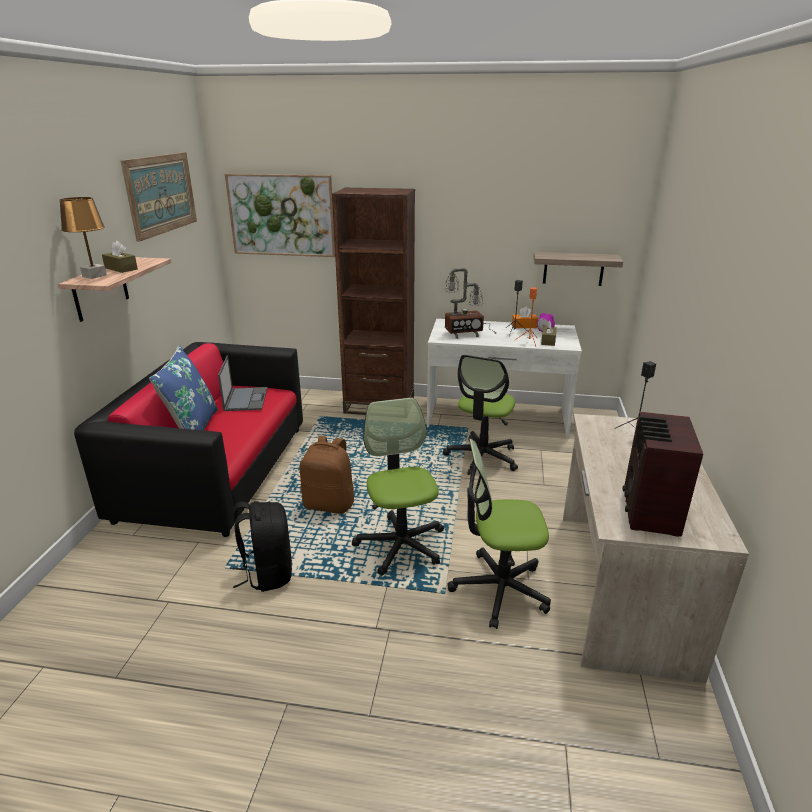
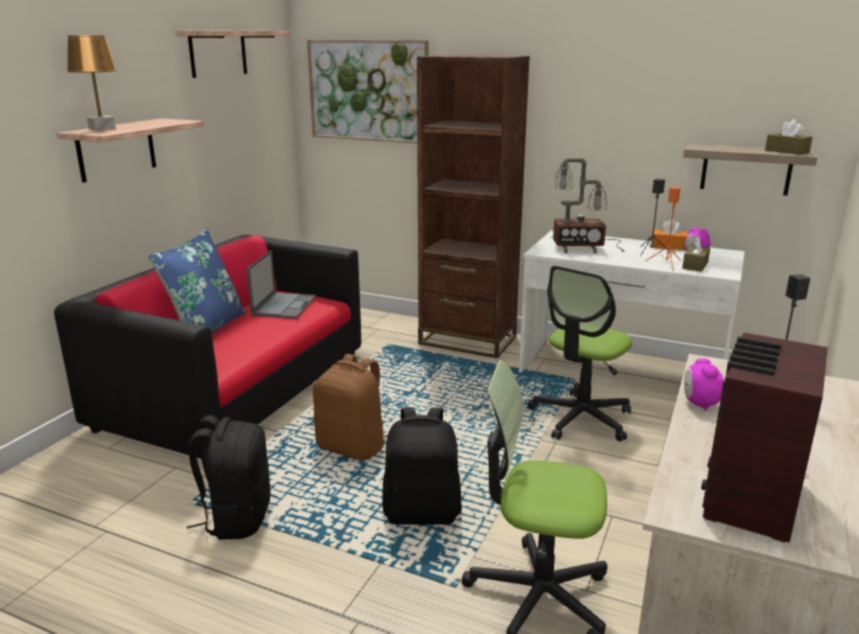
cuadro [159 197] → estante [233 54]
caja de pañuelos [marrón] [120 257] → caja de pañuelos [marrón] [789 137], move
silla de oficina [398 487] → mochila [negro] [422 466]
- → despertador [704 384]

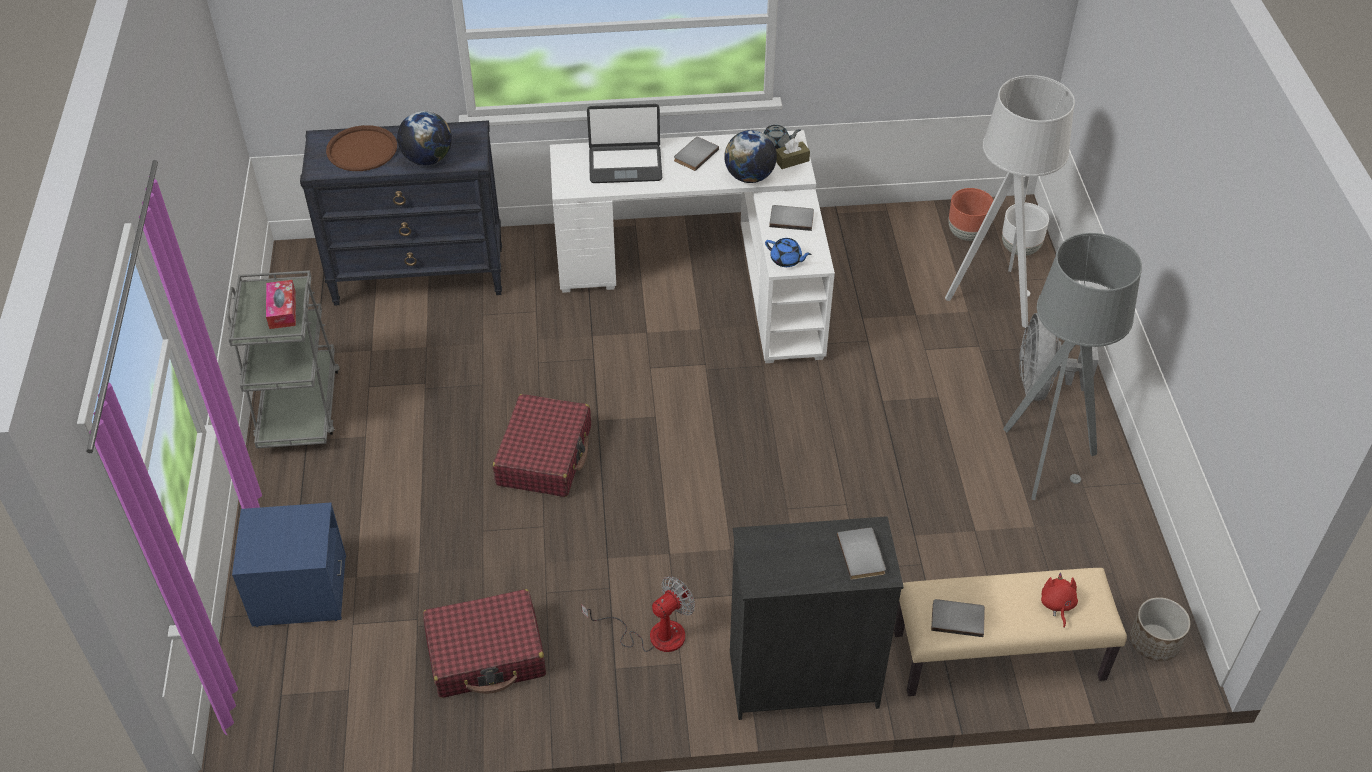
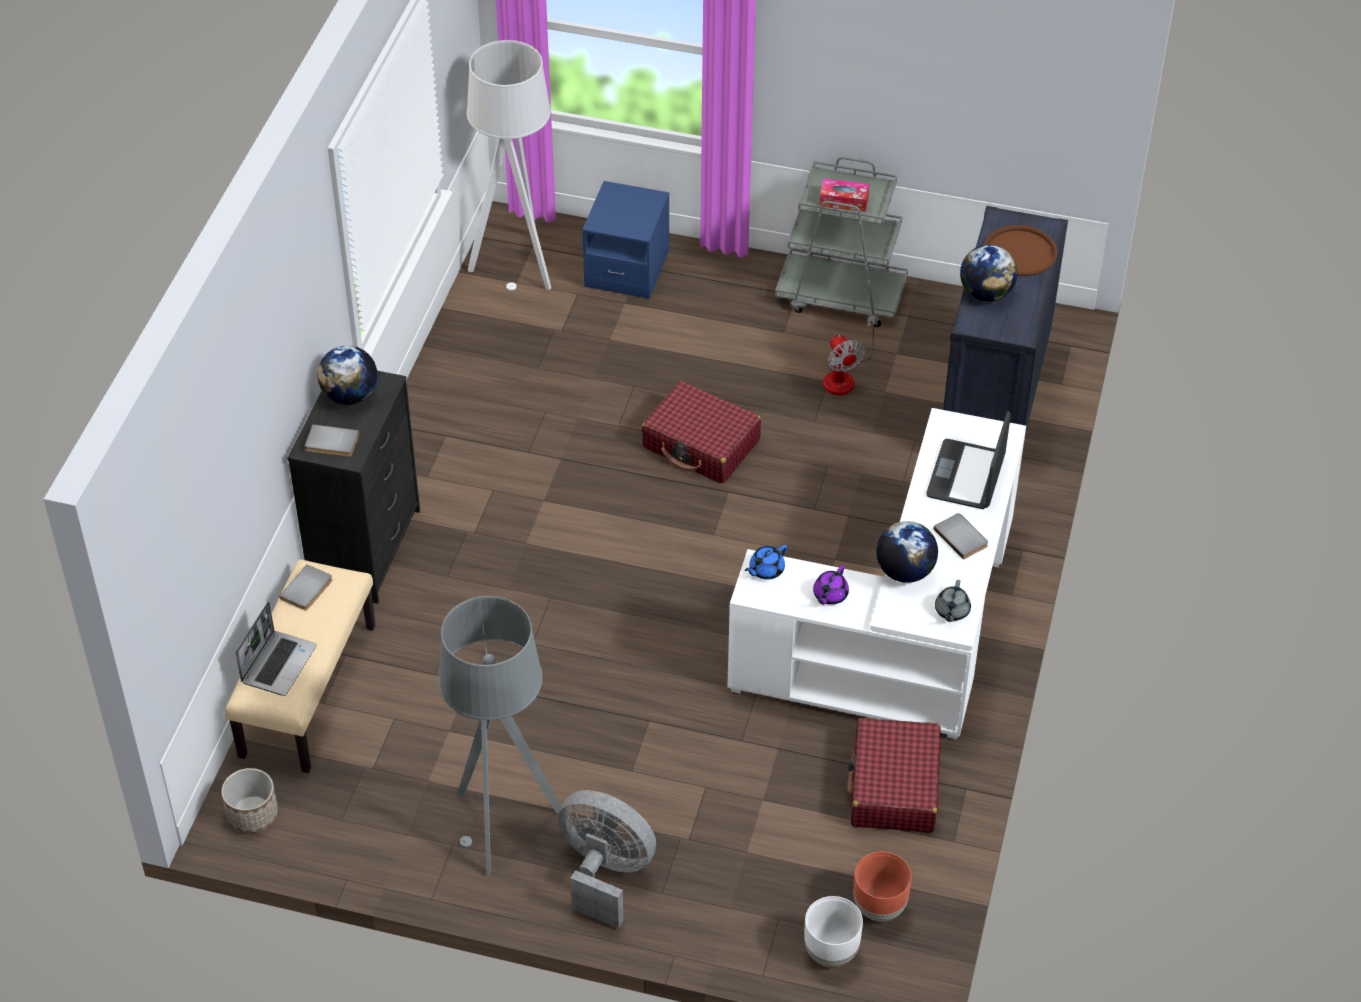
lámpara de pie [gris] [1010 201] → lámpara de pie [gris] [508 165], move
caja de pañuelos [marrón] [793 153] → -
libro [gris] [791 218] → tetera [morado] [831 585]
peluche [rojo] [1059 600] → portátil [276 648]
ventilador [638 614] → ventilador [849 355], move
maleta [rojo] [484 643] → maleta [rojo] [894 775], move
- → globo terráqueo [347 375]

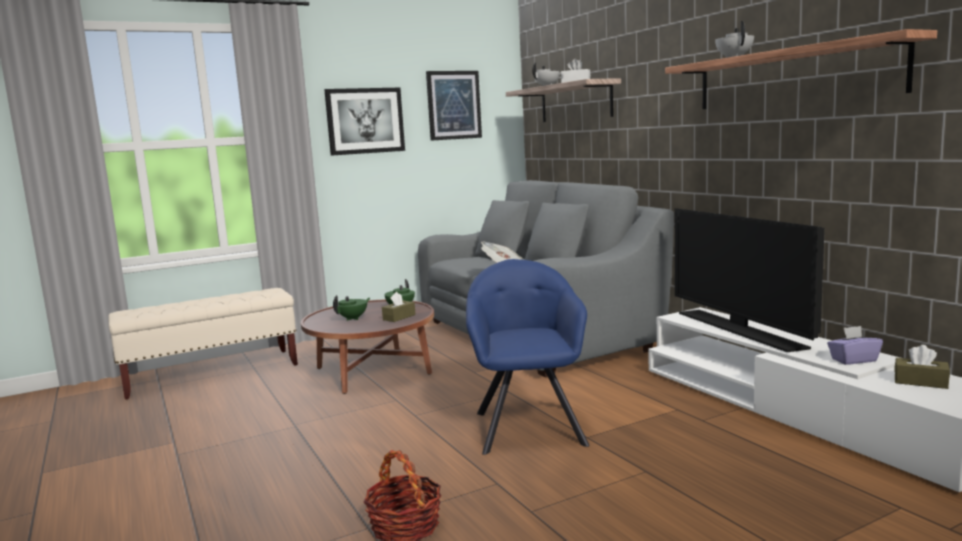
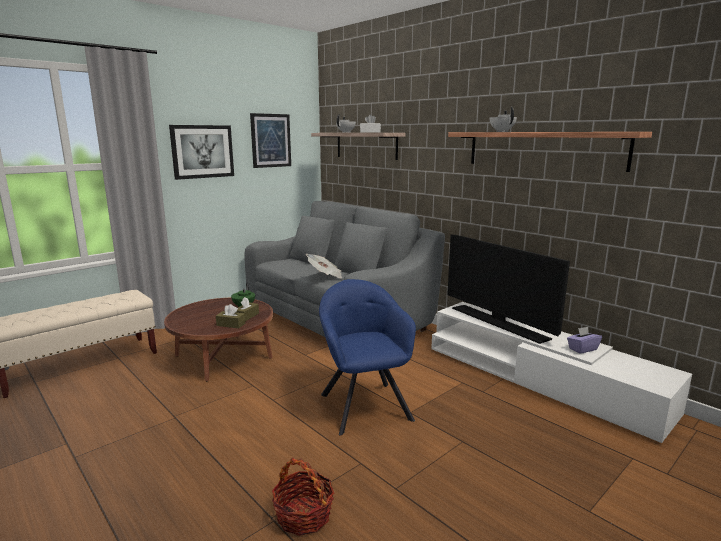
tetera [verde] [351 307] → -
caja de pañuelos [marrón] [922 367] → caja de pañuelos [marrón] [230 316], move

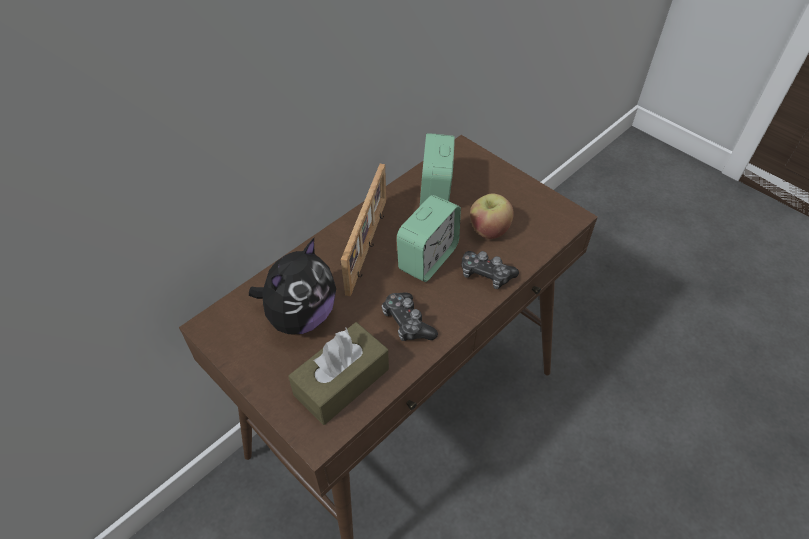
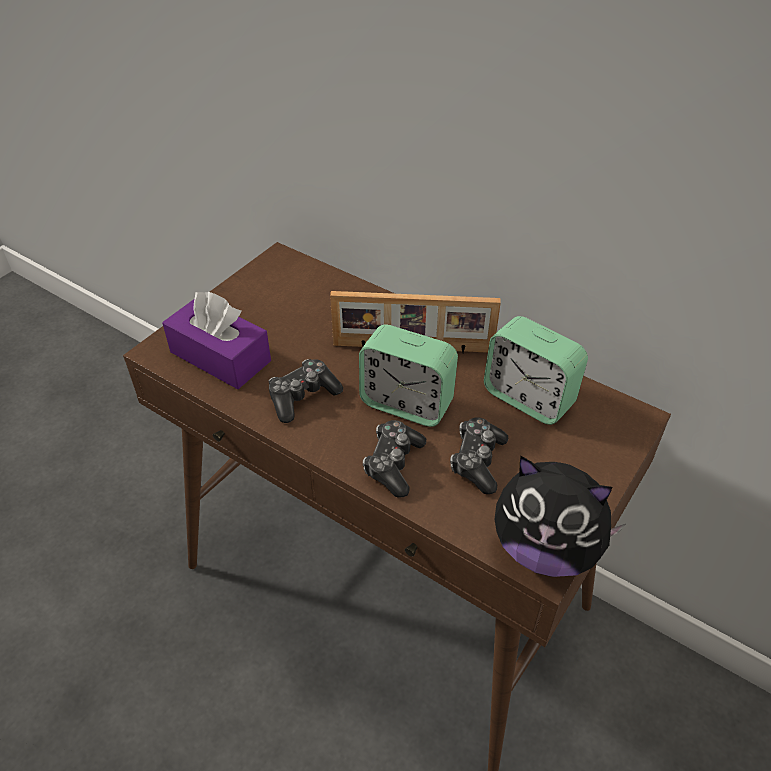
despertador [437 169] → despertador [536 370], 135 degrees counterclockwise
manzana [492 216] → mando de consola [479 455]
peluche [292 286] → peluche [559 516], move
caja de pañuelos [marrón] [338 373] → caja de pañuelos [morado] [216 340]

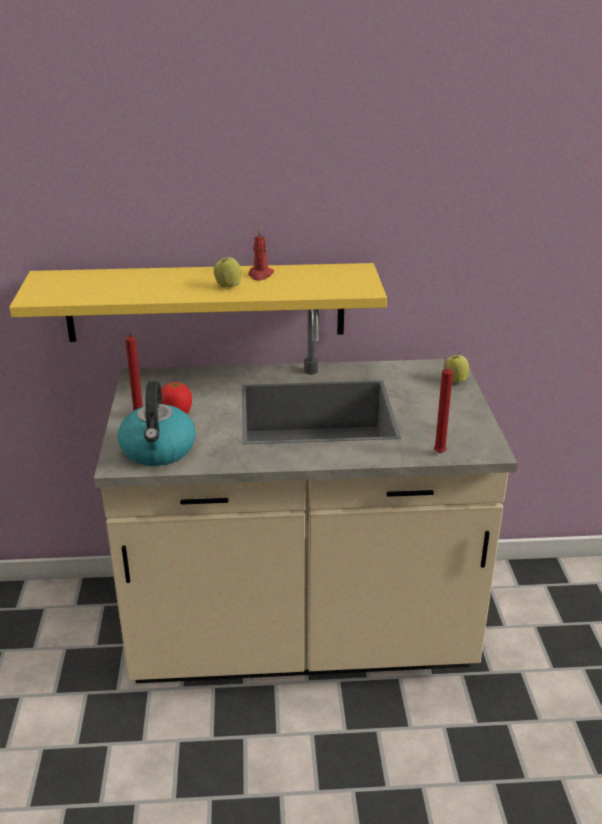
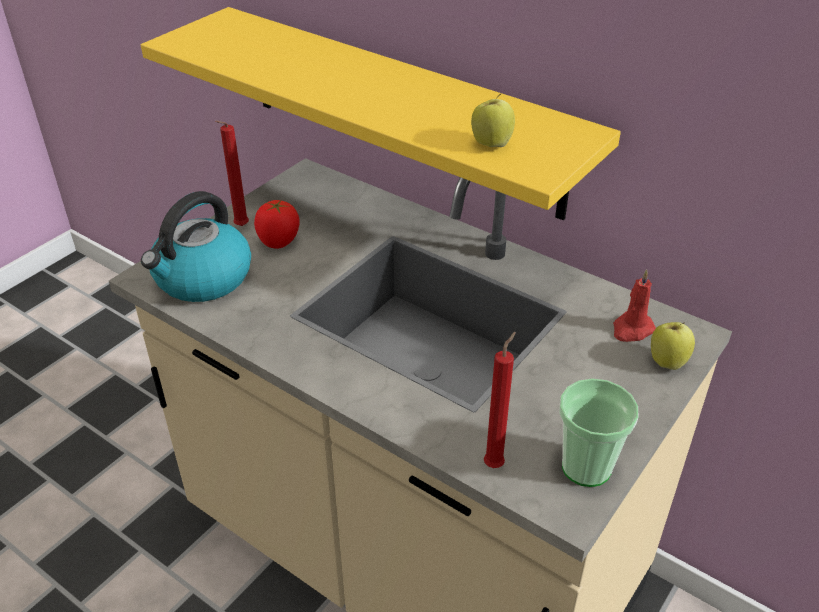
vela [rojo] [261 253] → vela [rojo] [634 305], move
manzana [227 270] → manzana [493 120], move
- → taza [599 432]

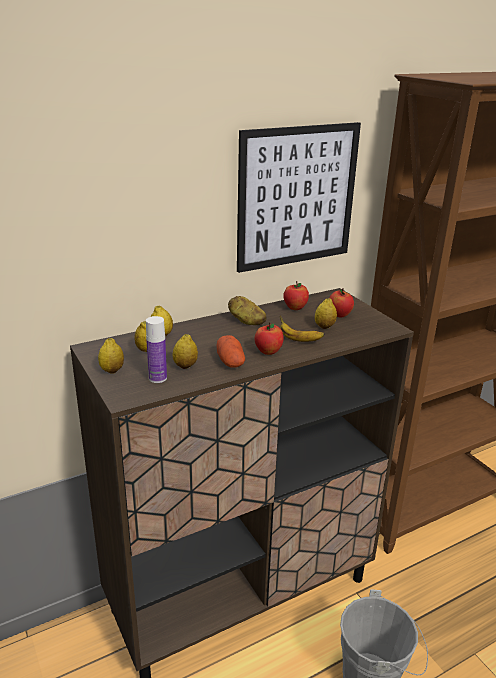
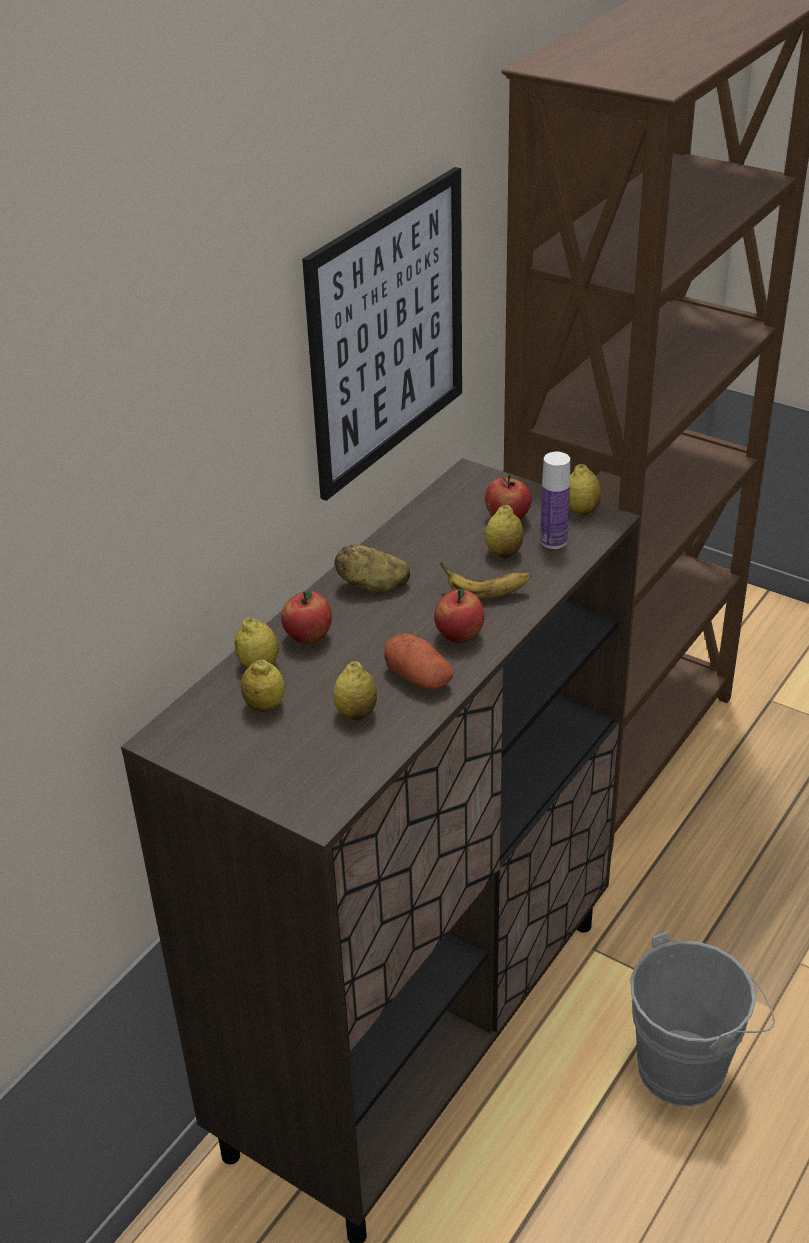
manzana [296 295] → manzana [306 617], move
botella [156 349] → botella [555 500], move
limón [111 356] → limón [585 489], move

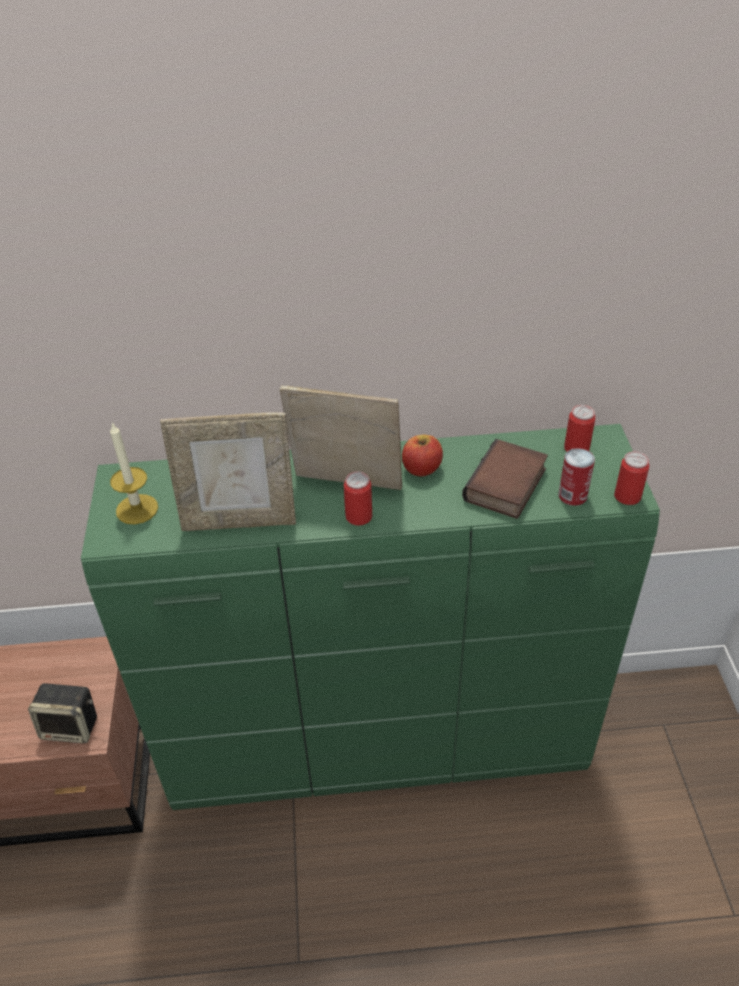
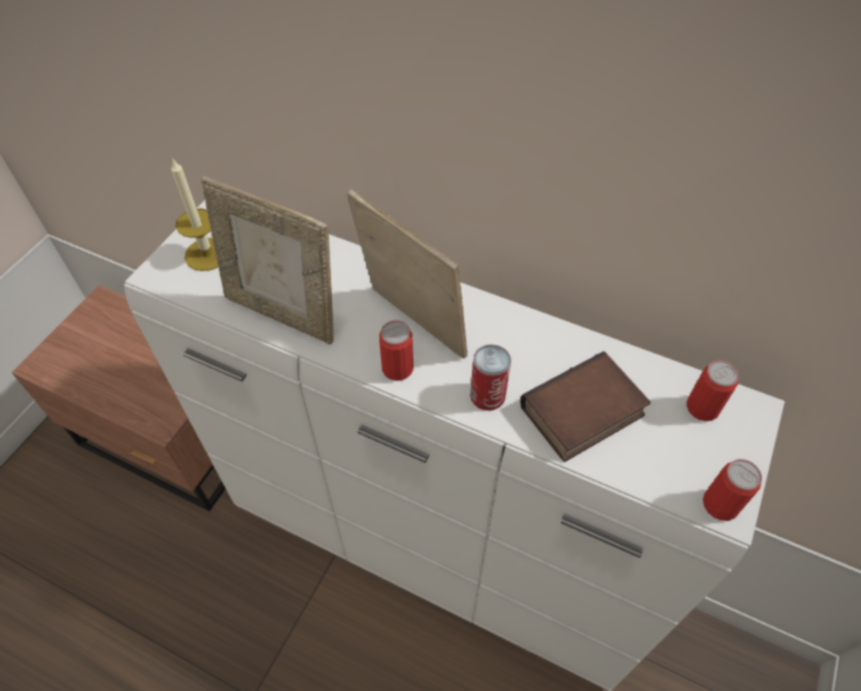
cómoda [verde] [370 617] → cómoda [blanco] [454 445]
manzana [422 456] → -
lata [576 477] → lata [490 377], move
altavoz [62 713] → -

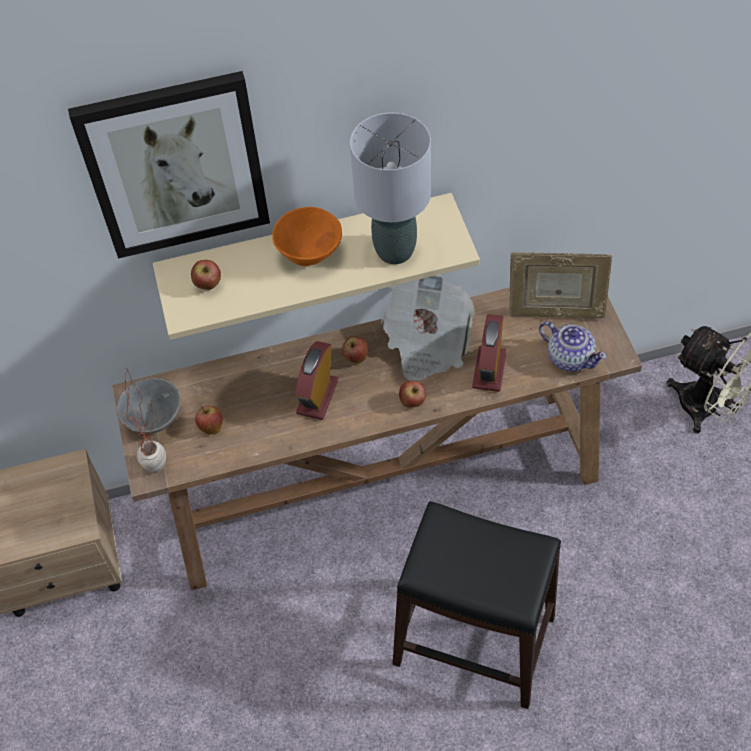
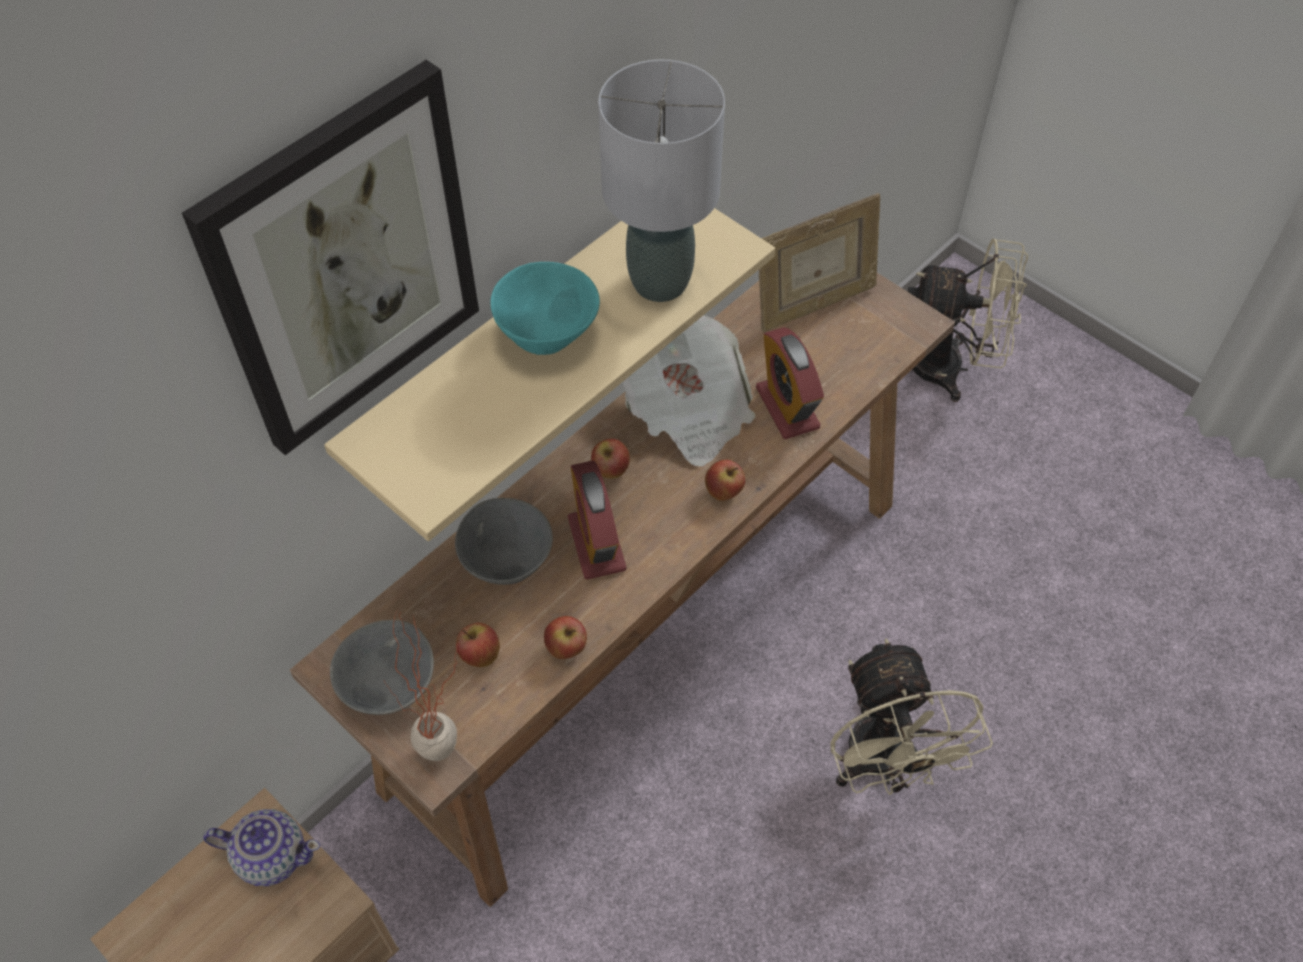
cuenco [naranja] [307 236] → cuenco [turquesa] [545 308]
manzana [206 275] → manzana [565 637], move
tetera [573 346] → tetera [261 847], move
taburete [negro] [477 605] → ventilador [beis] [911 716]
- → cuenco [gris] [504 541]

